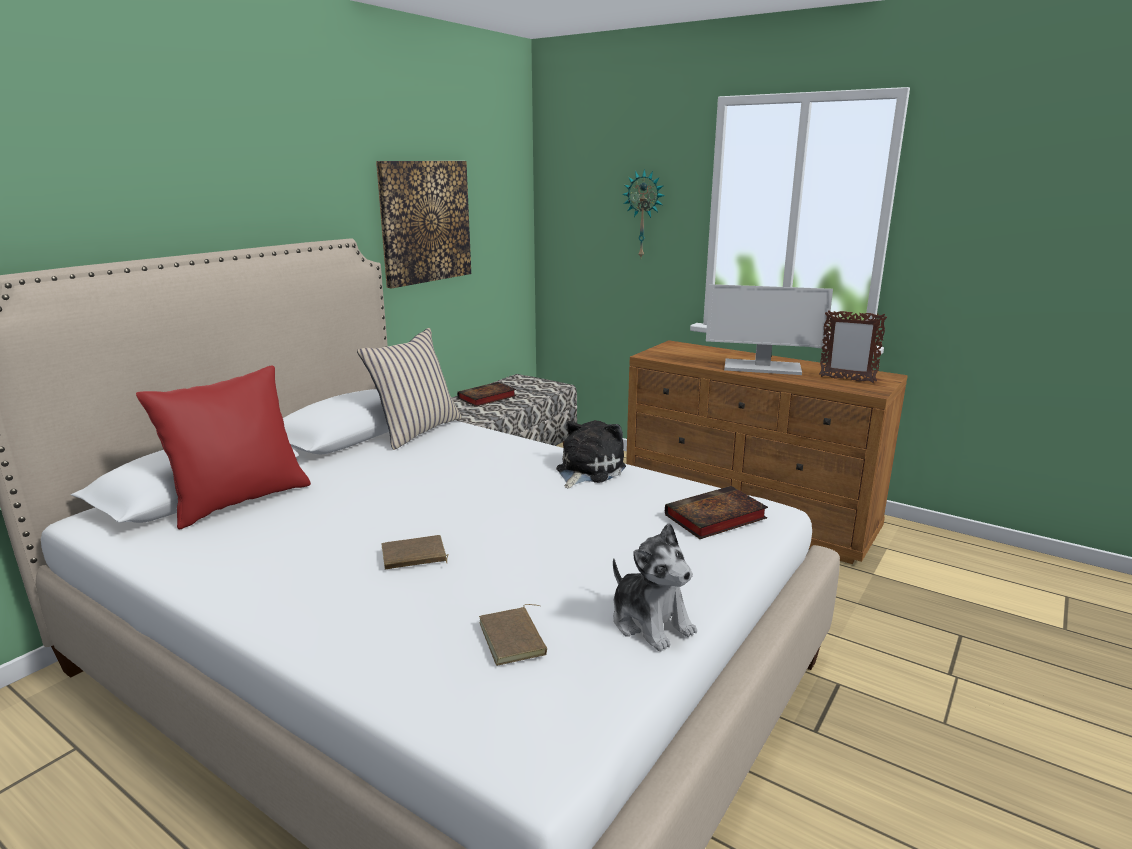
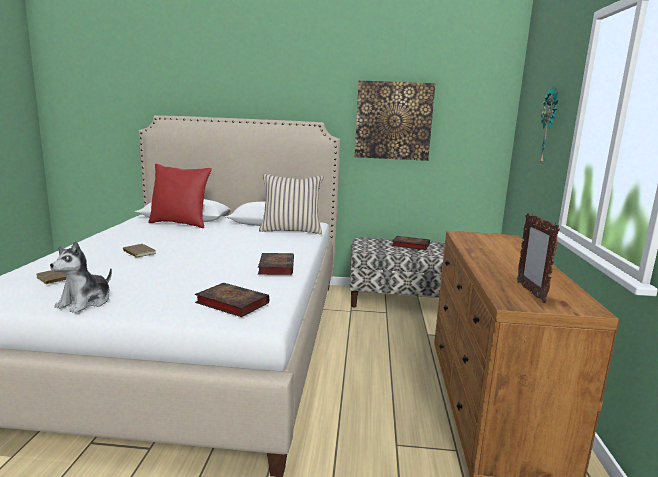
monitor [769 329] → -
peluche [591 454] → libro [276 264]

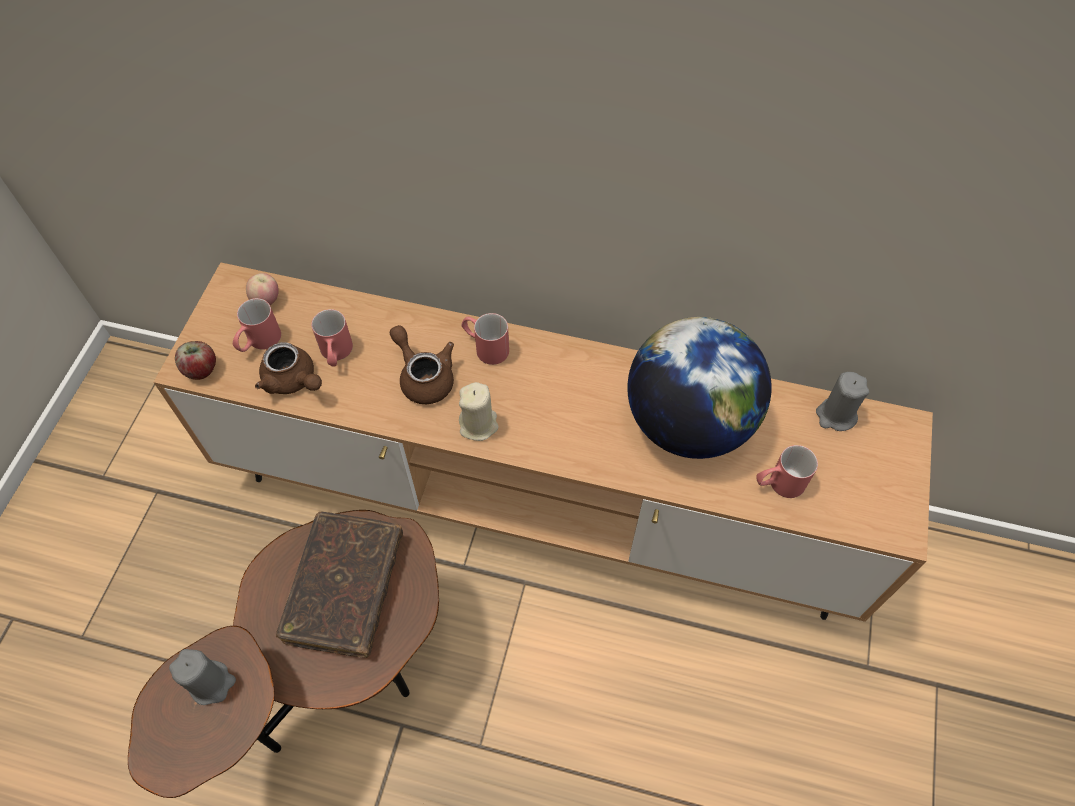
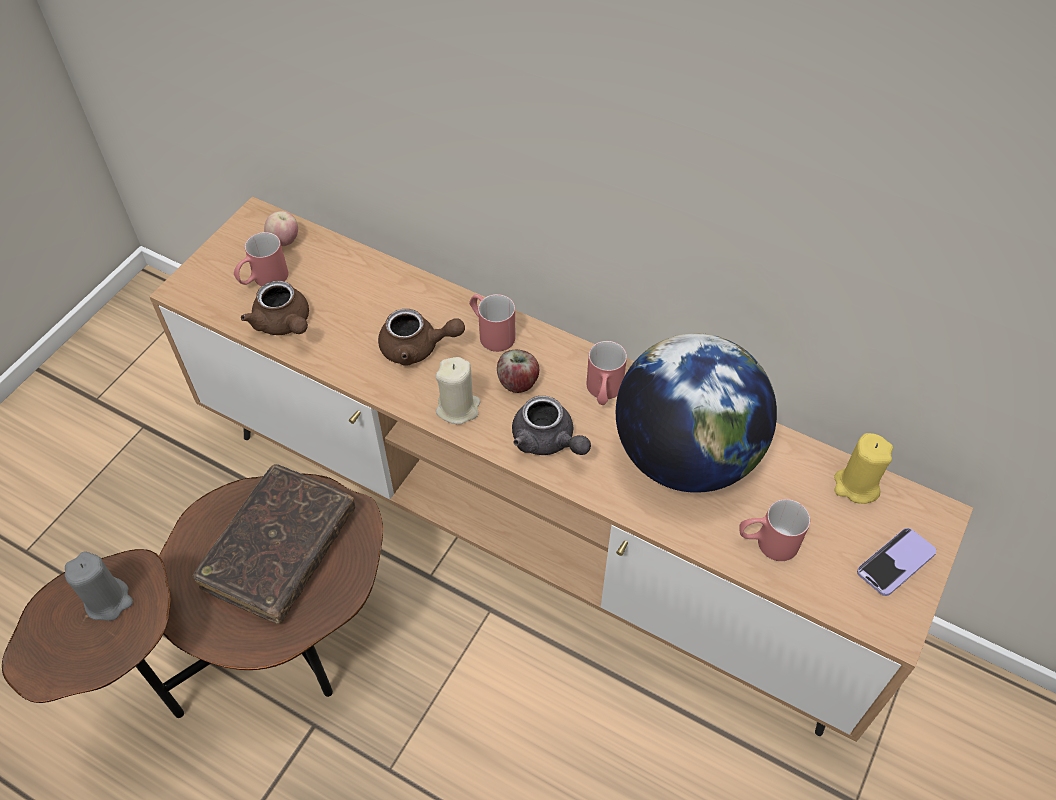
taza grande [rojo] [332 338] → taza grande [rojo] [606 373], move
tetera [marrón] [422 364] → tetera [marrón] [421 337], 120 degrees clockwise
manzana [195 360] → manzana [518 371], move
vela [gris] [842 401] → vela [amarillo] [863 468]
- → tetera [gris] [551 425]
- → móvil [896 562]

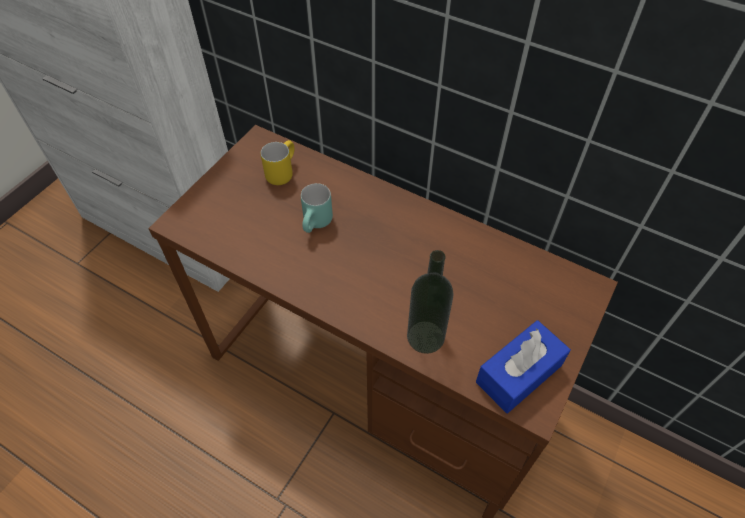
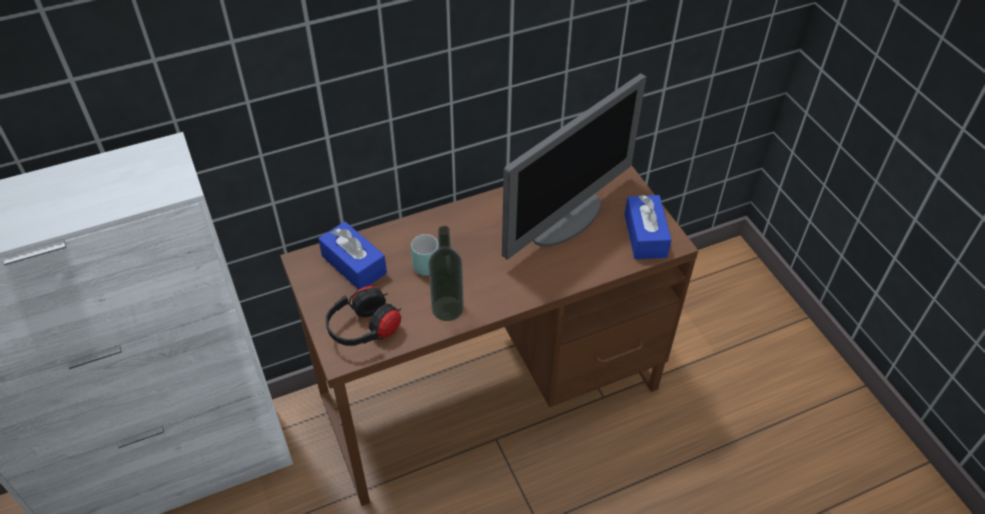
taza grande [amarillo] [278 162] → caja de pañuelos [azul] [352 256]
botella [430 302] → botella [446 273], move
- → monitor [574 166]
- → auriculares [negro] [363 316]

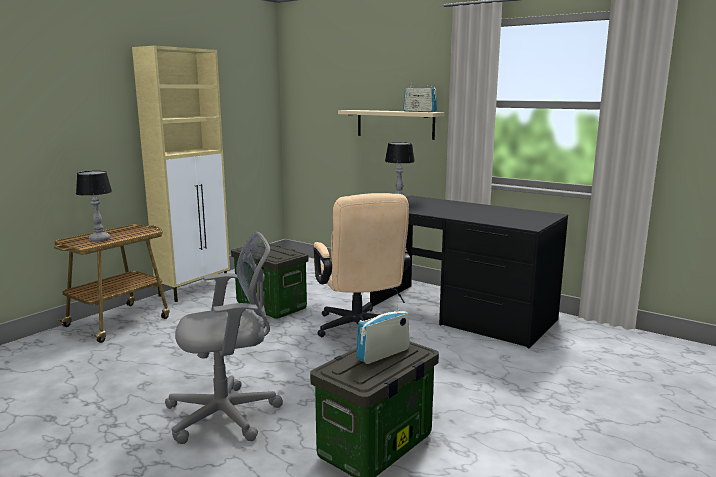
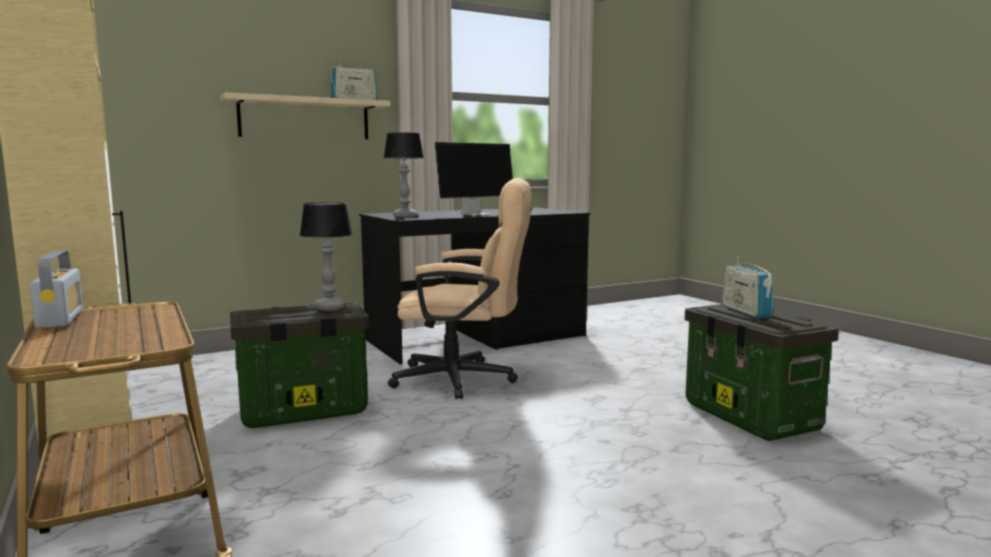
lámpara de mesa [94 206] → lámpara de mesa [326 256], move
silla de oficina [gris] [224 337] → -
- → monitor [473 179]
- → radio [56 289]

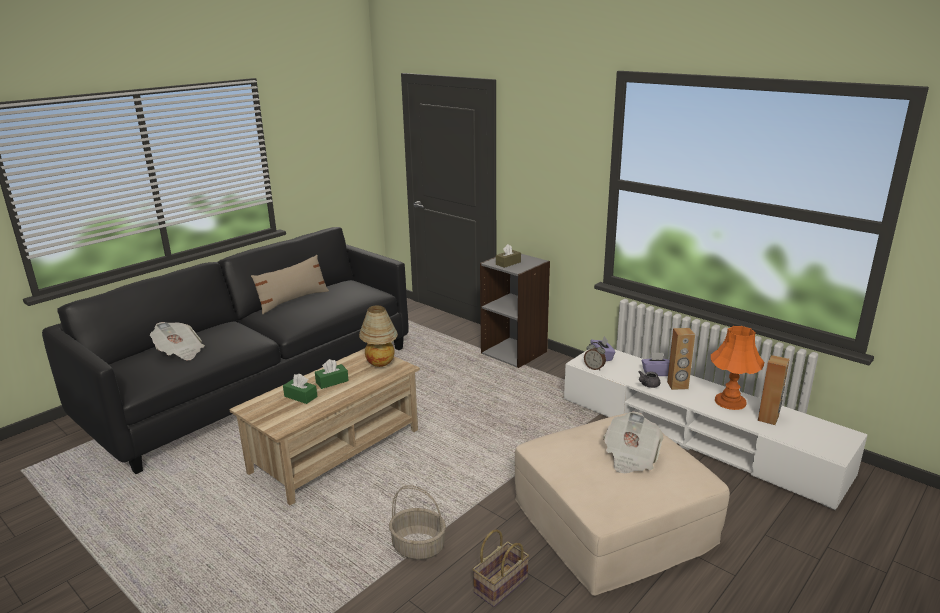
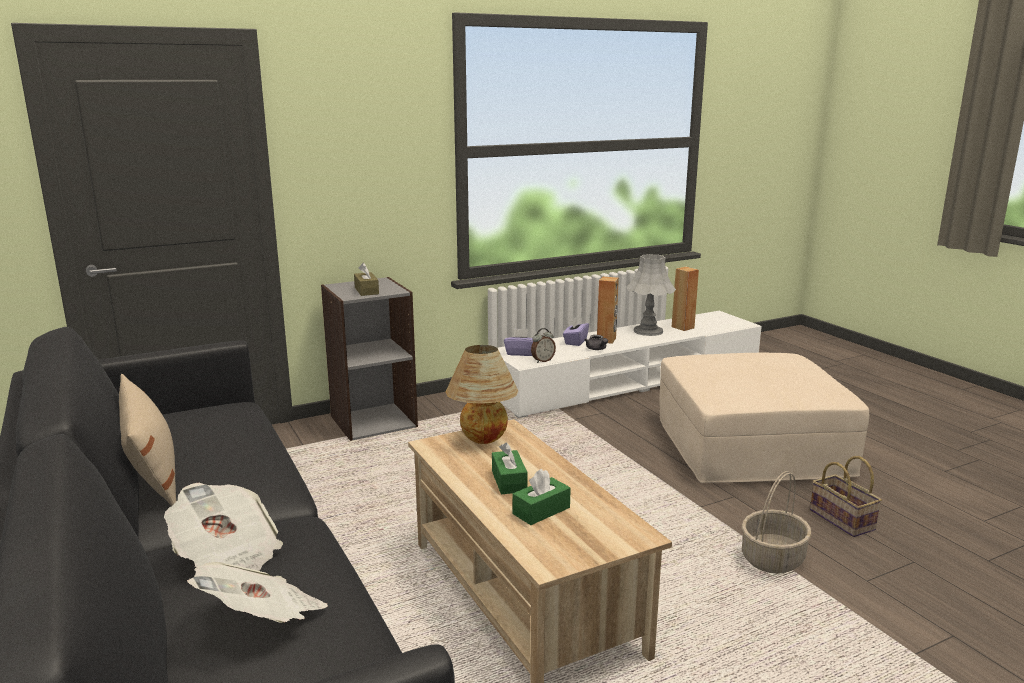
lámpara de mesa [naranja] [737 368] → lámpara de mesa [gris] [651 295]
periódico [633 442] → periódico [223 527], move

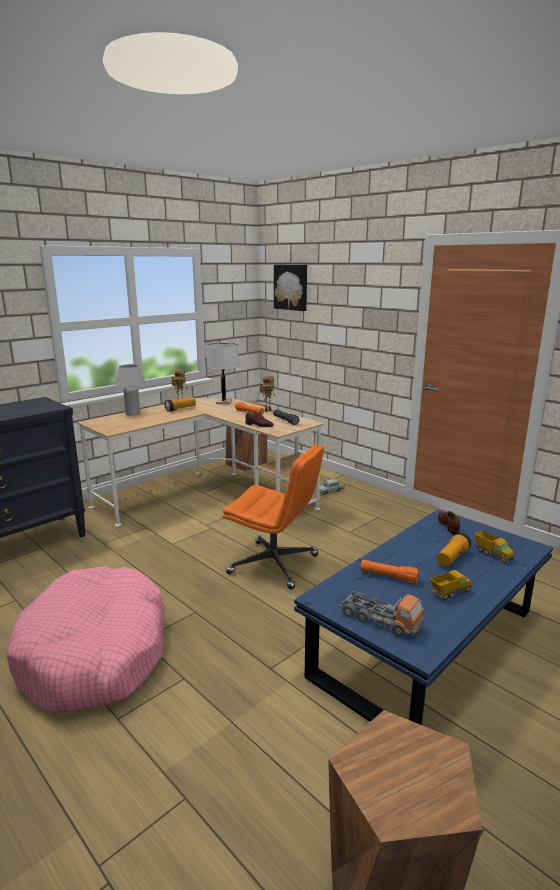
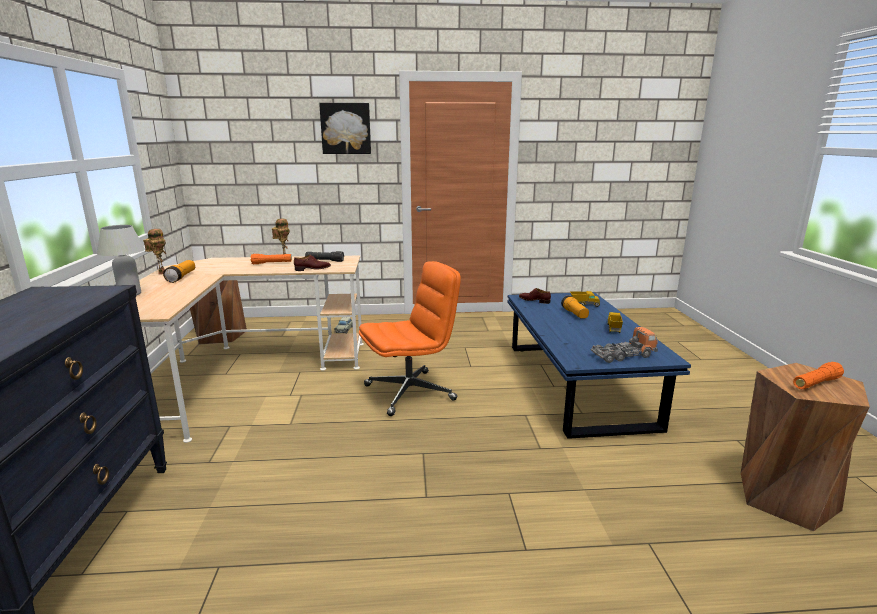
cuadro [290 288] → cuadro [345 128], move
lámpara de mesa [blanco] [222 373] → -
linterna [naranja] [389 572] → linterna [naranja] [818 375], move
cama para perro [rosa] [85 639] → -

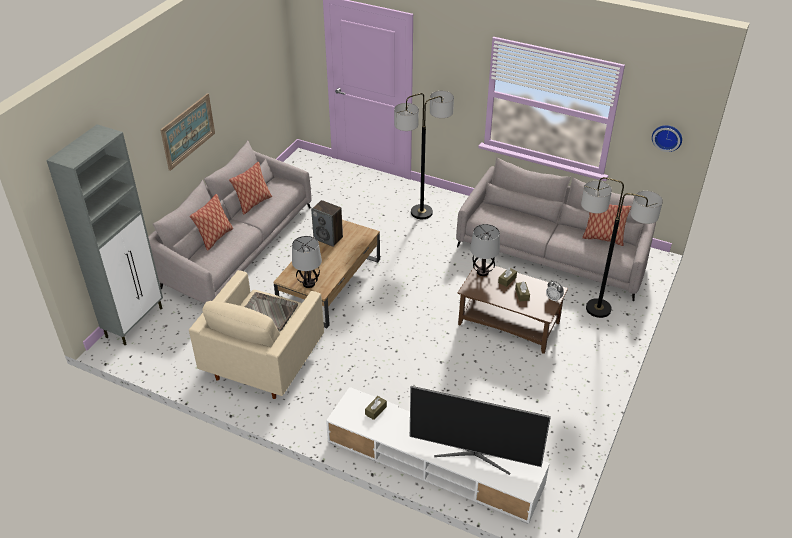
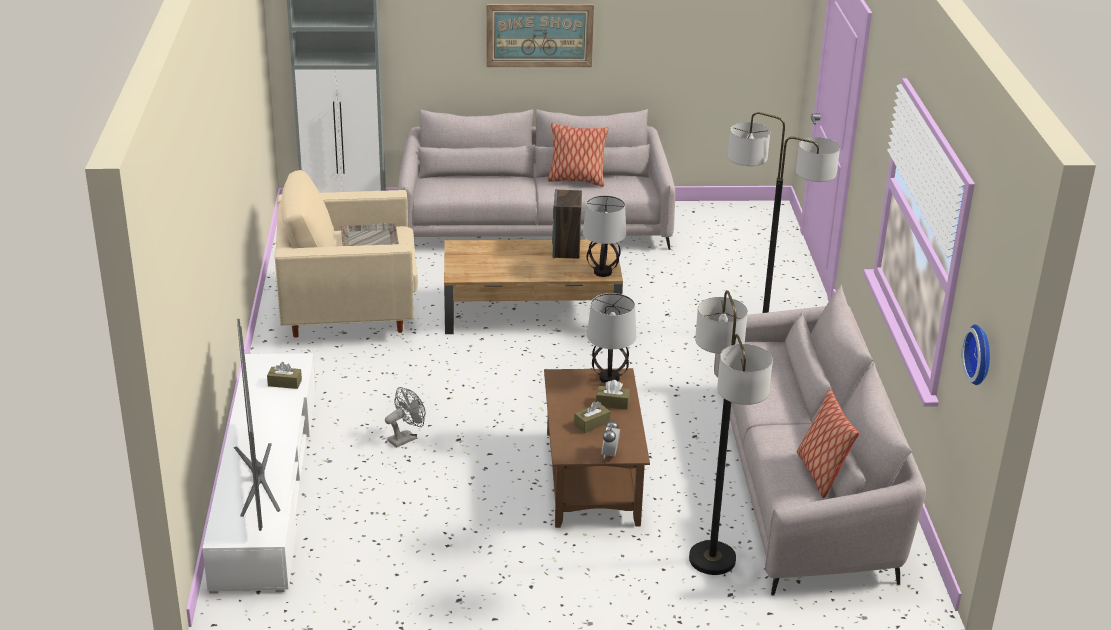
cojín [211 222] → -
lámpara de mesa [307 262] → lámpara de mesa [604 236], move
- → ventilador [gris] [405 417]

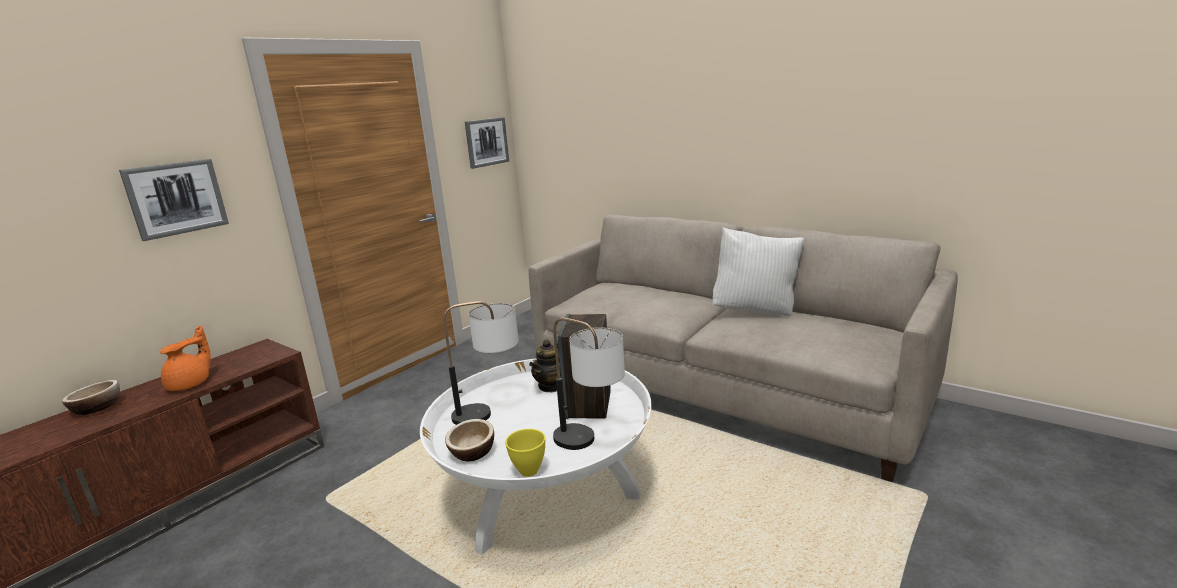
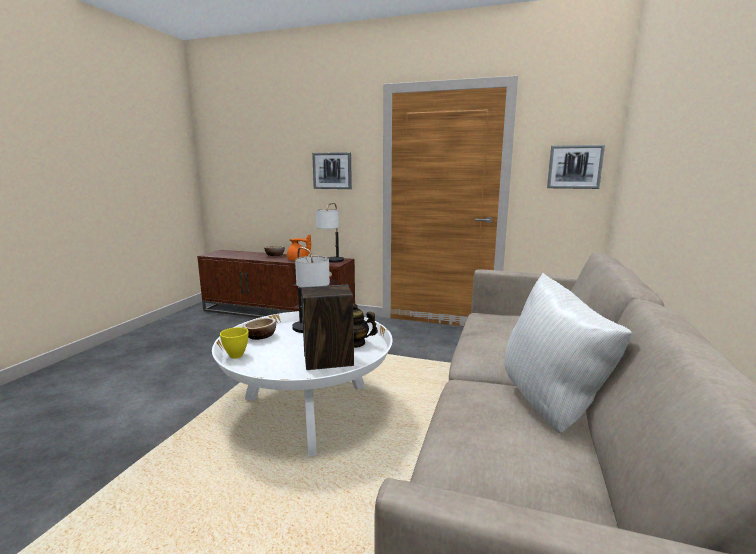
lámpara de mesa [589 384] → lámpara de mesa [330 233], move

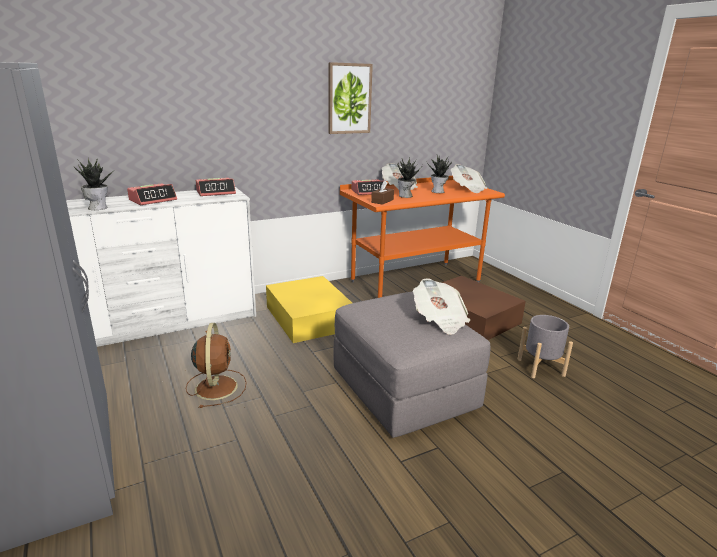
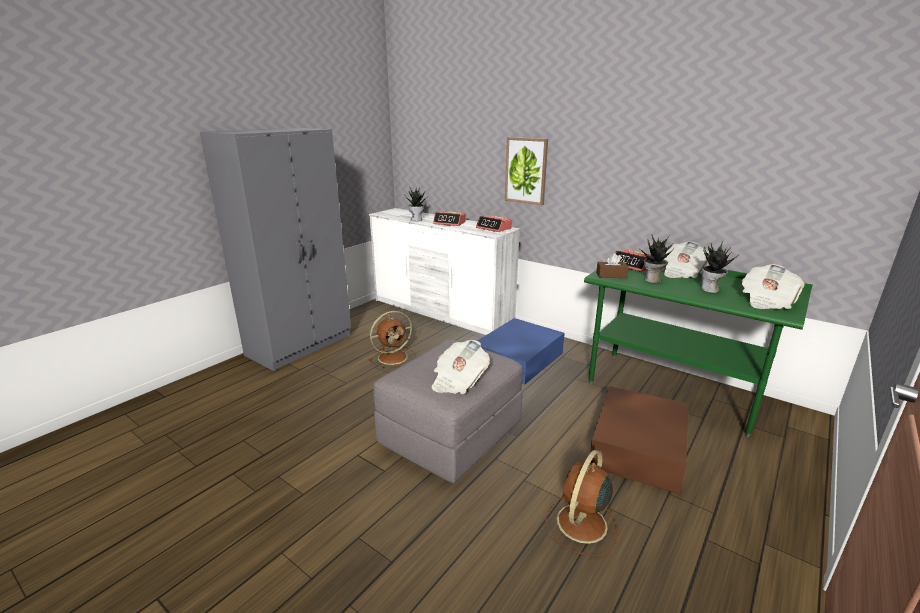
cuadro [350 98] → cuadro [526 171], move
escritorio [naranja] [422 237] → escritorio [verde] [698 351]
caja de almacenaje [amarillo] [309 309] → caja de almacenaje [azul] [521 351]
maceta [gris] [545 346] → ventilador [marrón] [581 503]

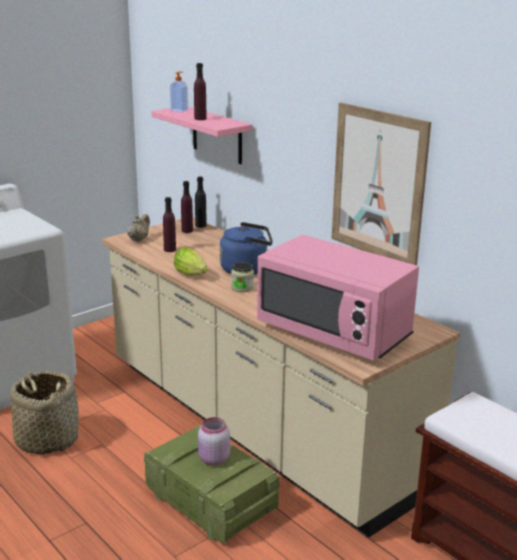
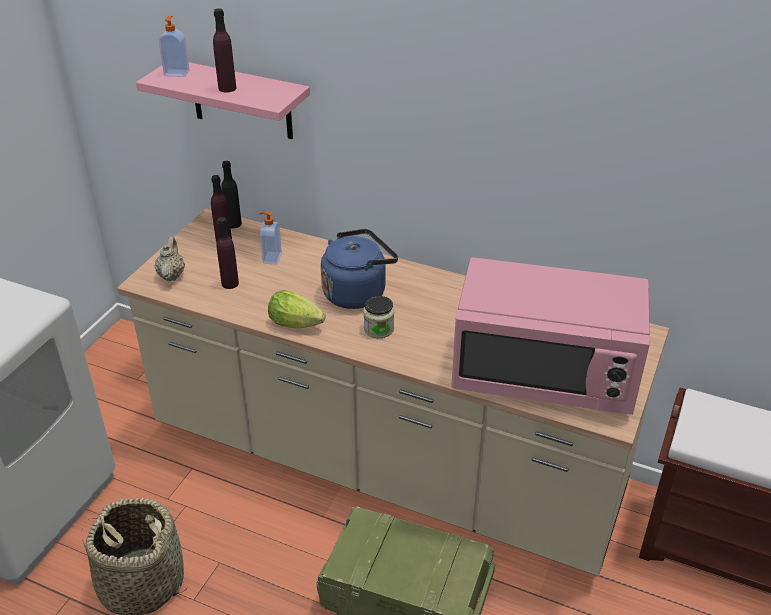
cuadro [381 184] → -
tarro [rosa] [214 441] → -
- → dispensador de jabón [270 238]

